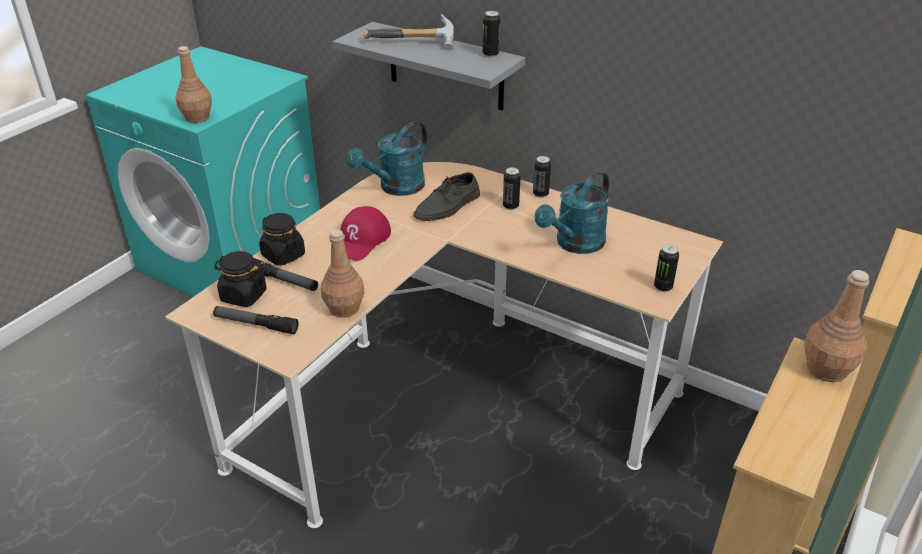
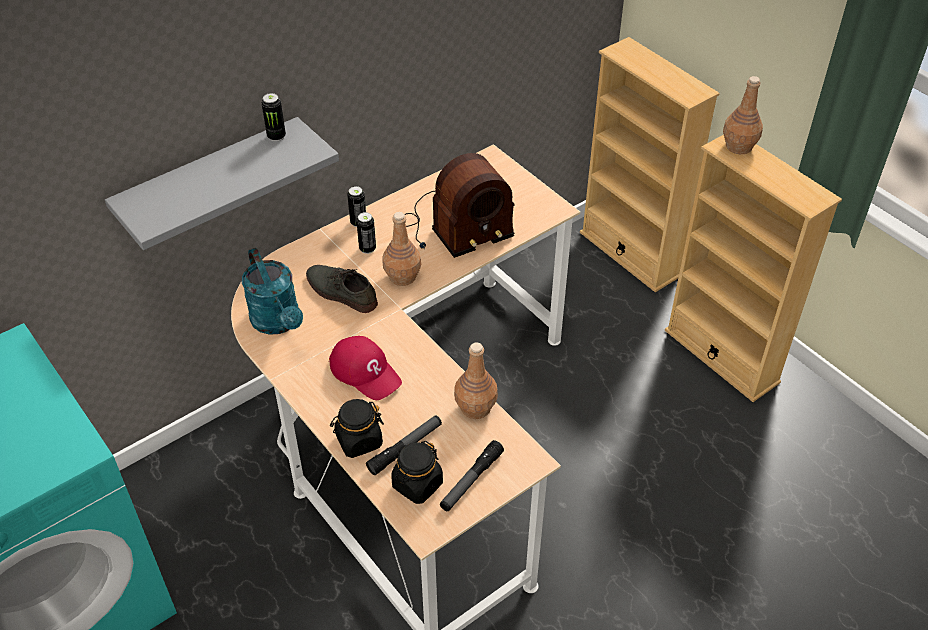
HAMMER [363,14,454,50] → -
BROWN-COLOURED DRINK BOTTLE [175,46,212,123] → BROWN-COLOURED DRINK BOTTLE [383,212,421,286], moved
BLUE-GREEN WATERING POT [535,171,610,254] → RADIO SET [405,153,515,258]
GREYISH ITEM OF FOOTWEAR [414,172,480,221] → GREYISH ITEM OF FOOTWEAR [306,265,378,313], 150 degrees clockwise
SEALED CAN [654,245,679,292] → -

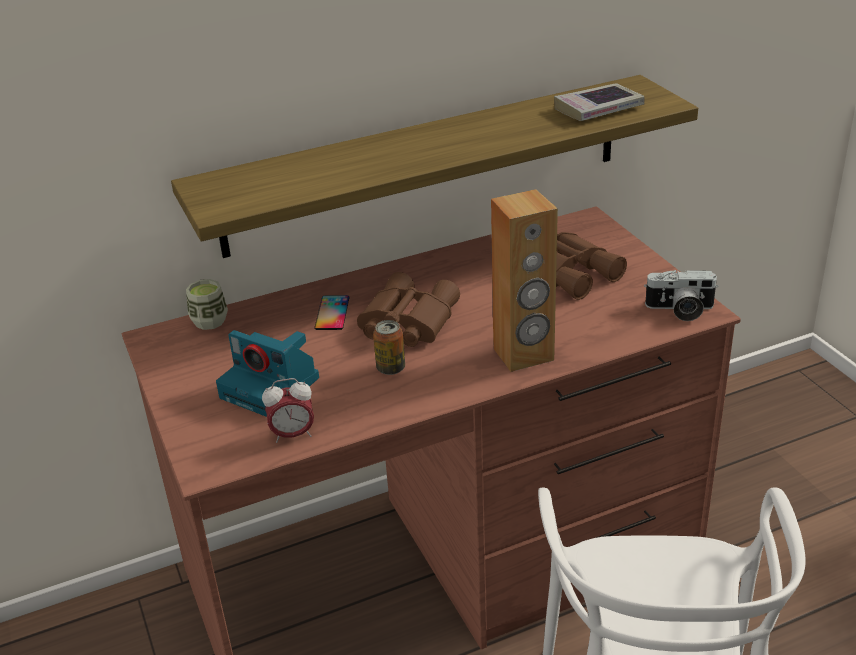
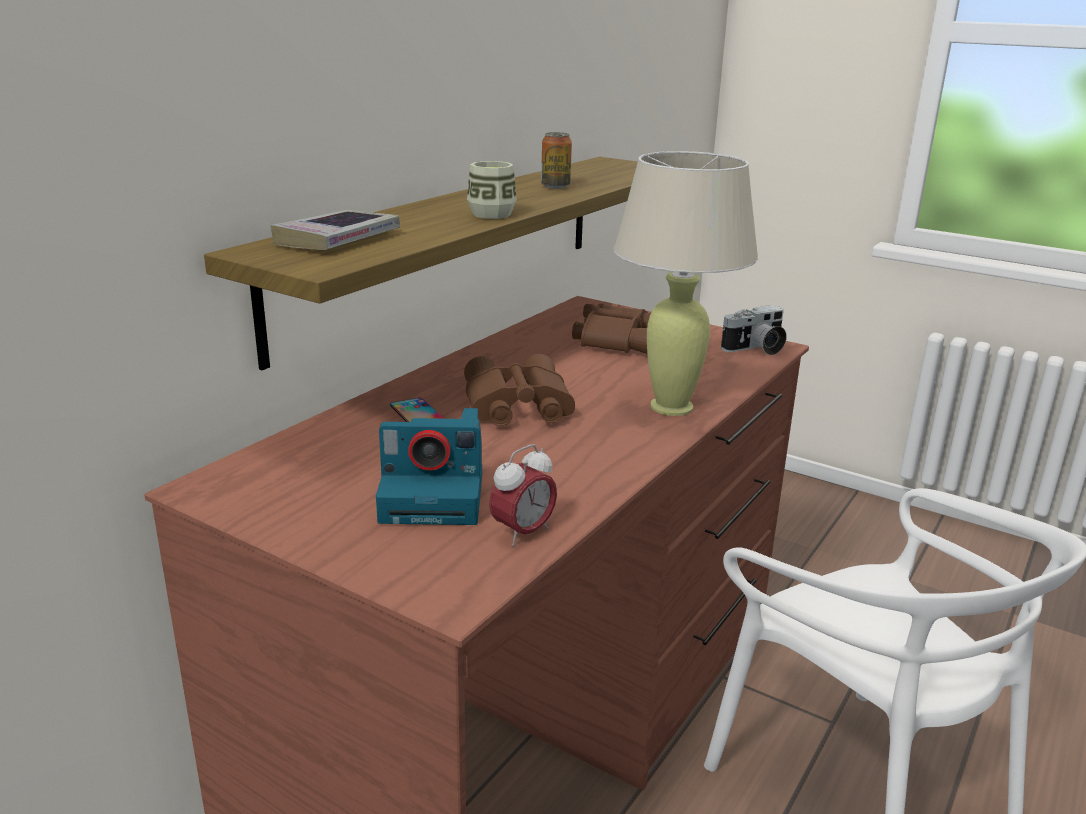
BOUND BOOK [554,83,645,121] → BOUND BOOK [271,210,400,250], moved
BROWN-COLOURED SPEAKER [491,189,558,372] → BEIGE-COLOURED TABLETOP LAMP [613,151,758,416]
CUP [186,279,228,330] → CUP [467,161,517,219], moved
SEALED CAN [373,320,405,375] → SEALED CAN [541,132,572,189], moved

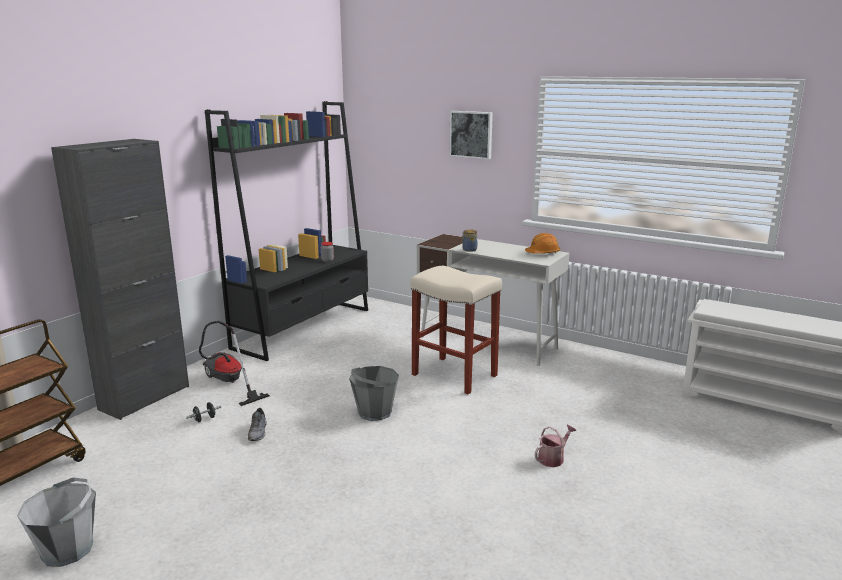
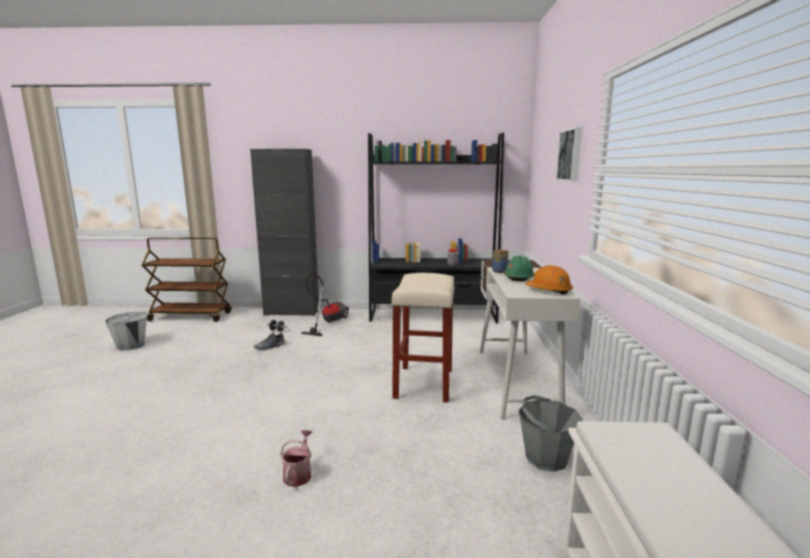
GREYISH PAIL [349,366,399,421] → GREYISH PAIL [519,395,583,472], moved
WATERING POT [535,424,576,467] → WATERING POT [280,430,312,487], 105 degrees counterclockwise
- → GREEN HARD HAT [504,255,535,282]

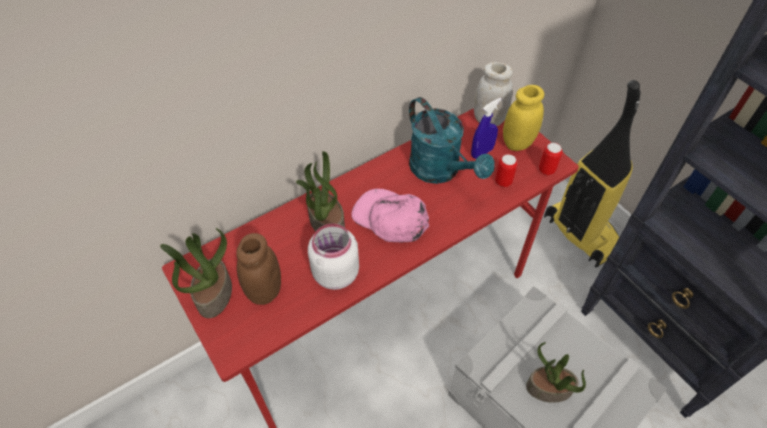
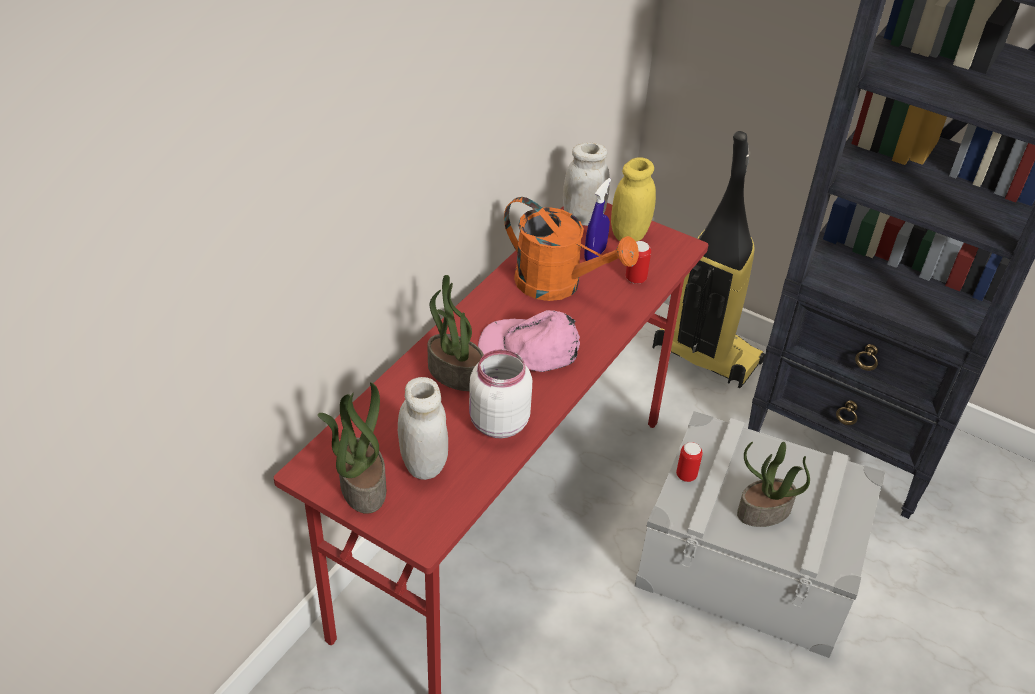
BLUE-GREEN WATERING POT [409,97,495,184] → ORANGE-COLOURED WATERING POT [504,197,639,301]
SEALED CAN [539,143,563,175] → SEALED CAN [676,442,703,482], moved
BROWN-COLOURED PRESERVE JAR [237,233,281,305] → WHITE PRESERVE JAR [398,377,448,480]

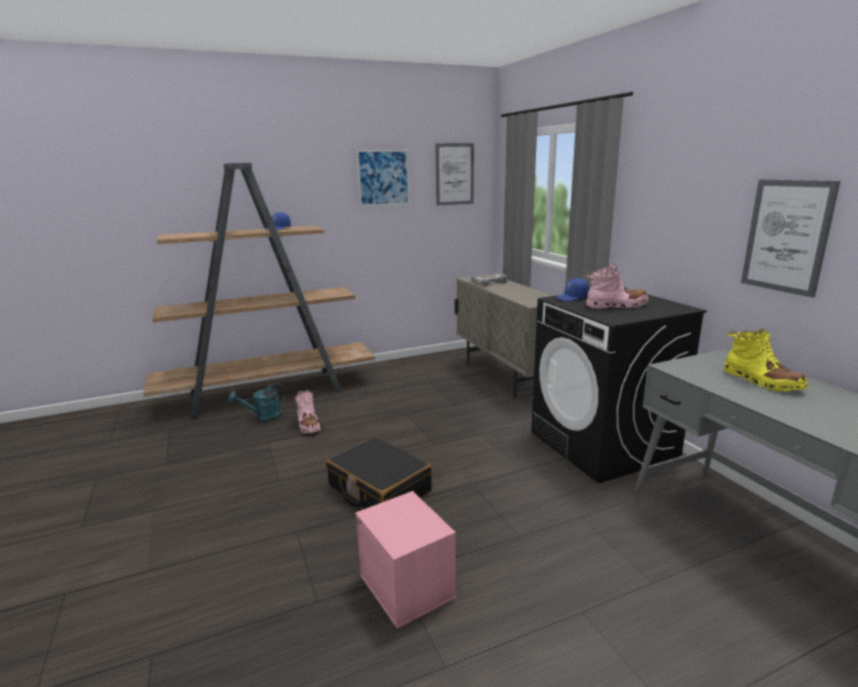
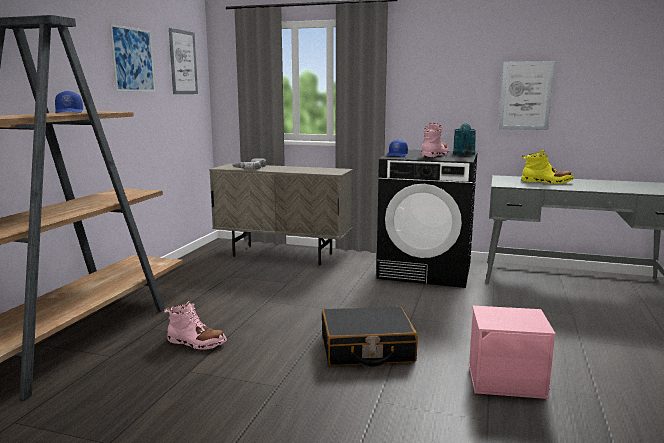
BLUE-GREEN WATERING POT [229,383,286,422] → BLUE-GREEN WATERING POT [453,122,476,155], moved

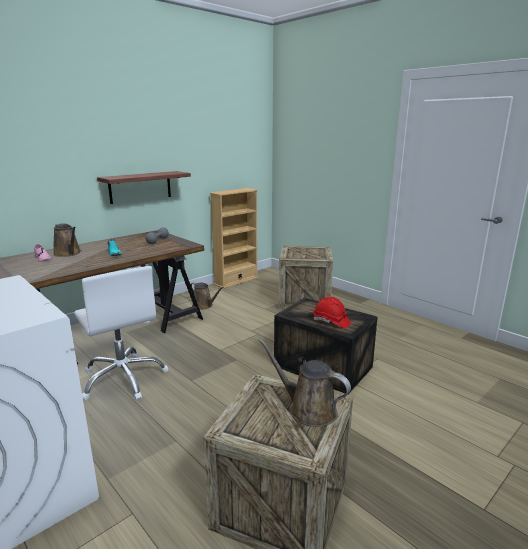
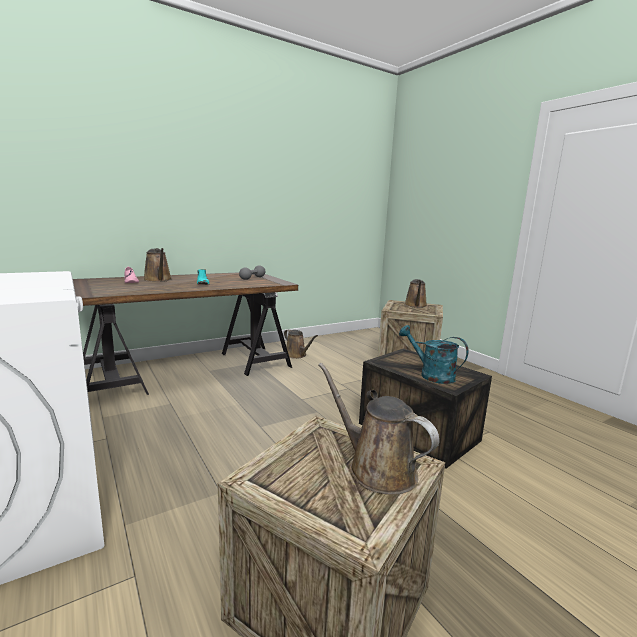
WALL SHELF [97,171,191,204] → -
BEIGE-COLOURED BOOKCASE [210,188,258,289] → -
WHITE DESK CHAIR [74,266,168,400] → -
RED HARD HAT [313,297,351,328] → BLUE-GREEN WATERING POT [399,325,469,384]
- → BROWN-COLOURED WATERING POT [404,279,427,308]

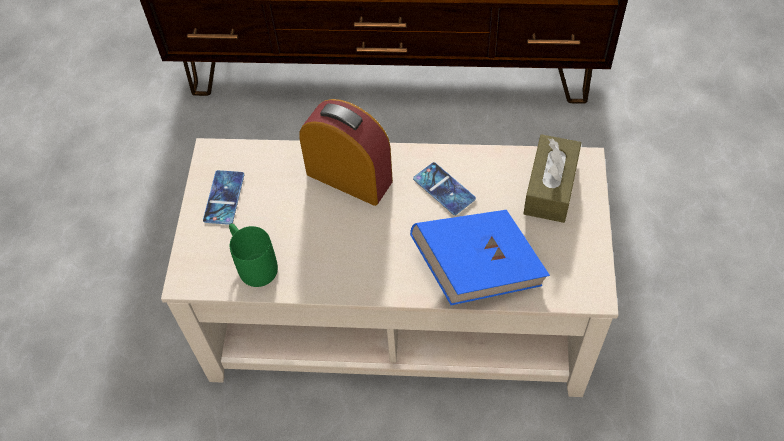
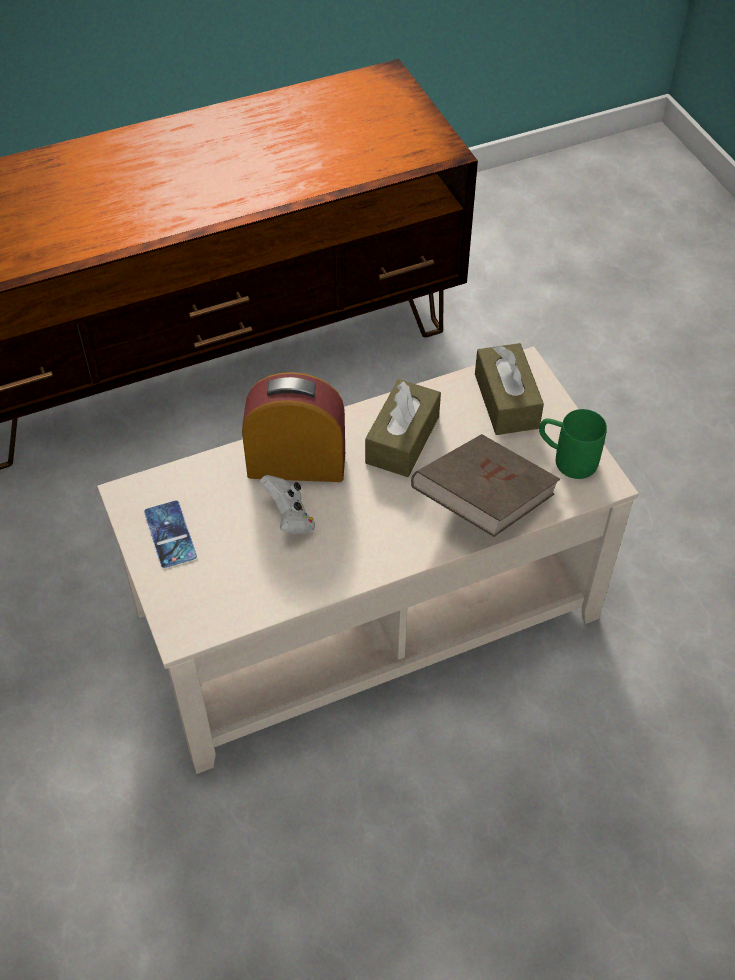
PHONE [413,162,476,215] → BROWN-COLOURED BOX OF TISSUES [365,379,441,477]
BLUISH BOUND BOOK [410,210,550,305] → BROWN-COLOURED BOUND BOOK [411,434,560,537]
GREEN TEA MUG [229,223,278,287] → GREEN TEA MUG [539,409,607,479], moved
- → WHITE JOYPAD [260,475,315,534]

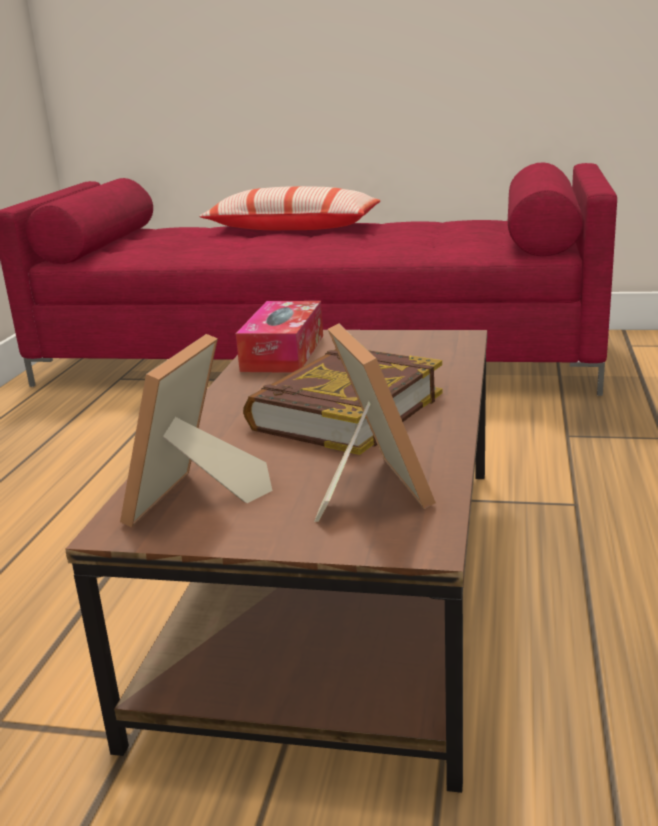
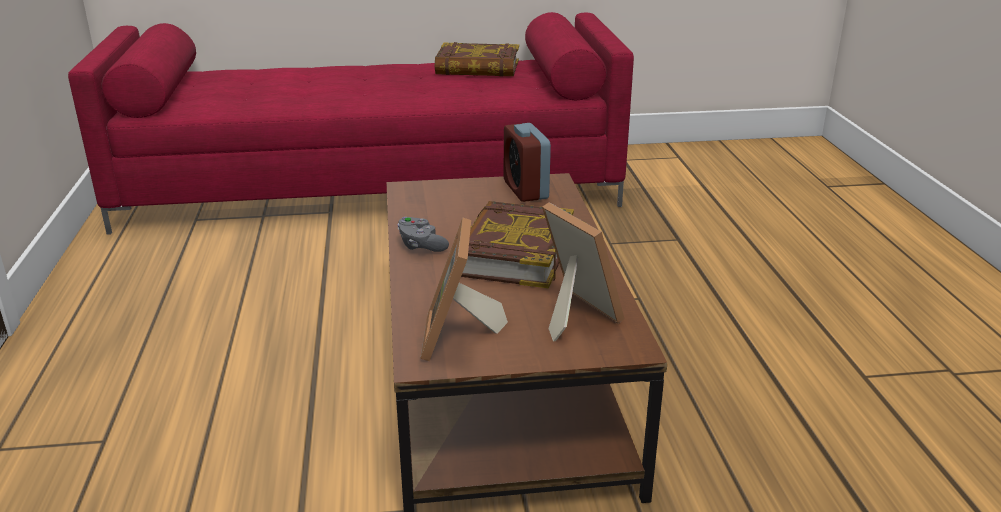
CUSHION [199,186,381,230] → -
BOX OF TISSUES [236,301,323,373] → -
- → BOUND BOOK [435,42,519,76]
- → ALARM CLOCK [504,123,551,202]
- → GREYISH JOYPAD [397,217,449,252]

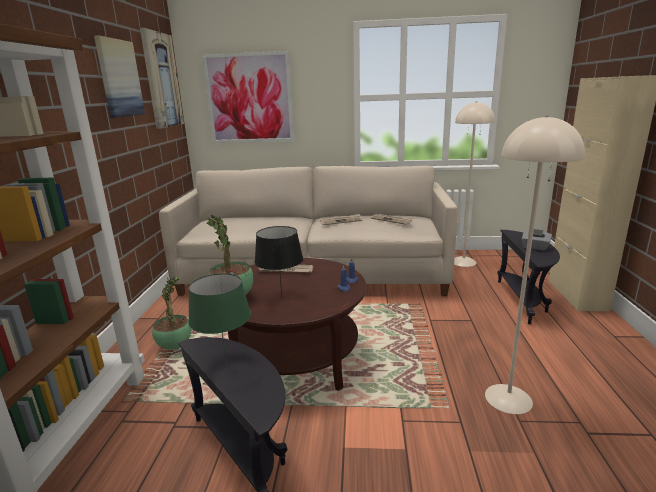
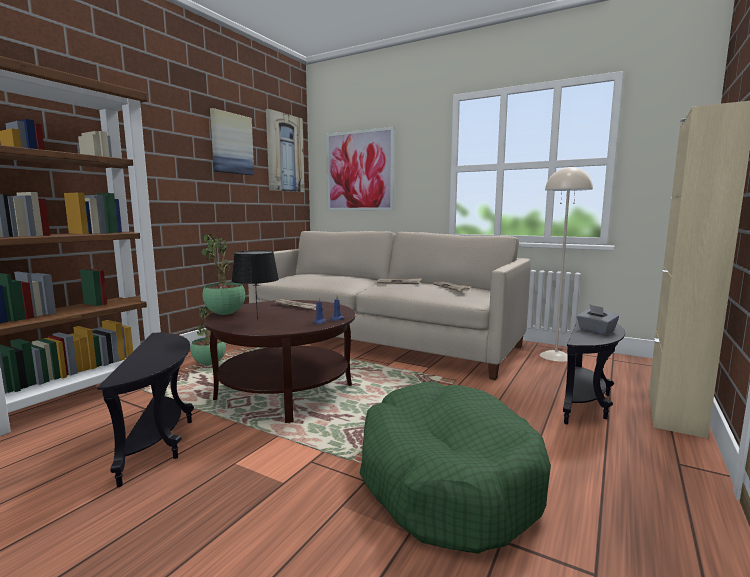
BEIGE-COLOURED FLOOR LAMP [485,115,585,414] → GREEN DOG BED [360,382,551,554]
GREEN TABLETOP LAMP [188,273,251,364] → -

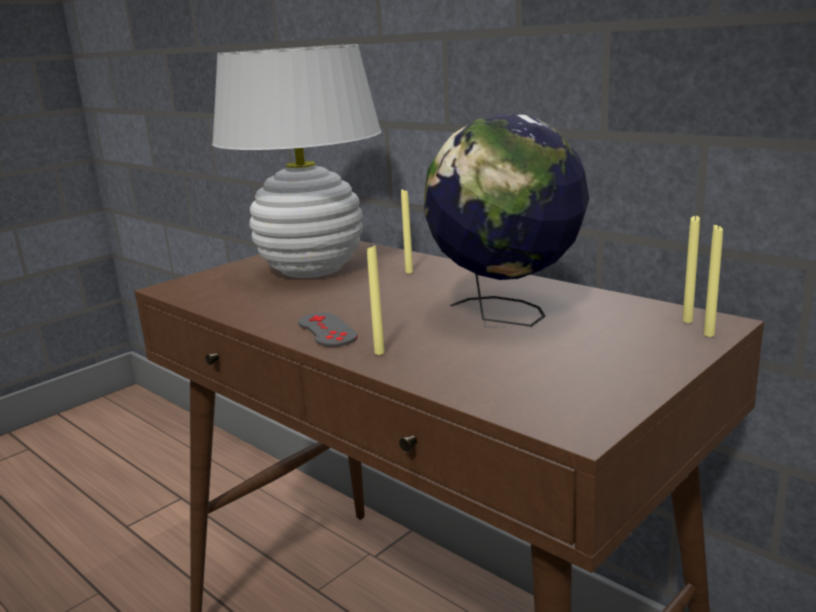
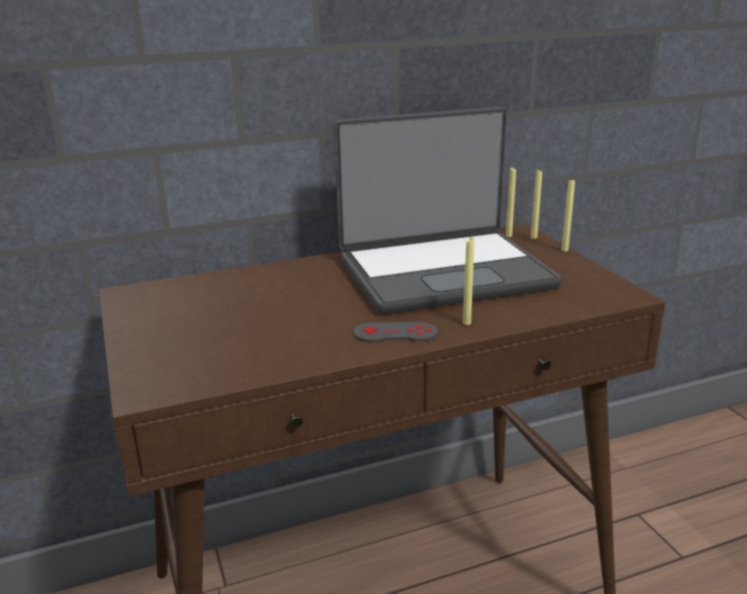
WHITE TABLETOP LAMP [212,44,381,278] → -
DESK GLOBE [424,114,589,327] → NOTEBOOK COMPUTER [334,107,562,315]
YELLOW CANDLE [401,188,413,273] → YELLOW CANDLE [561,180,575,252], moved

